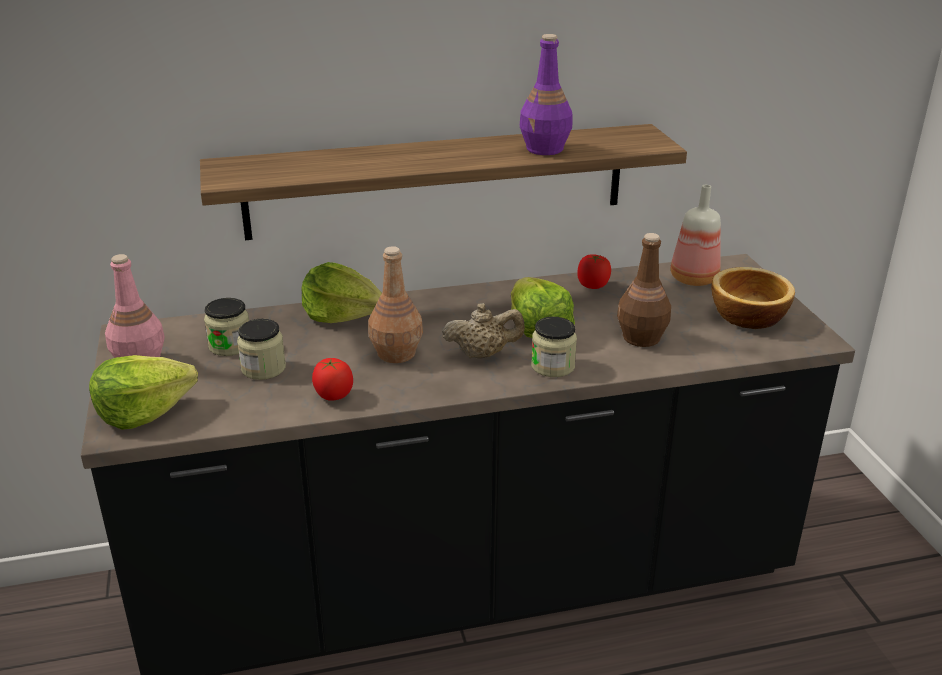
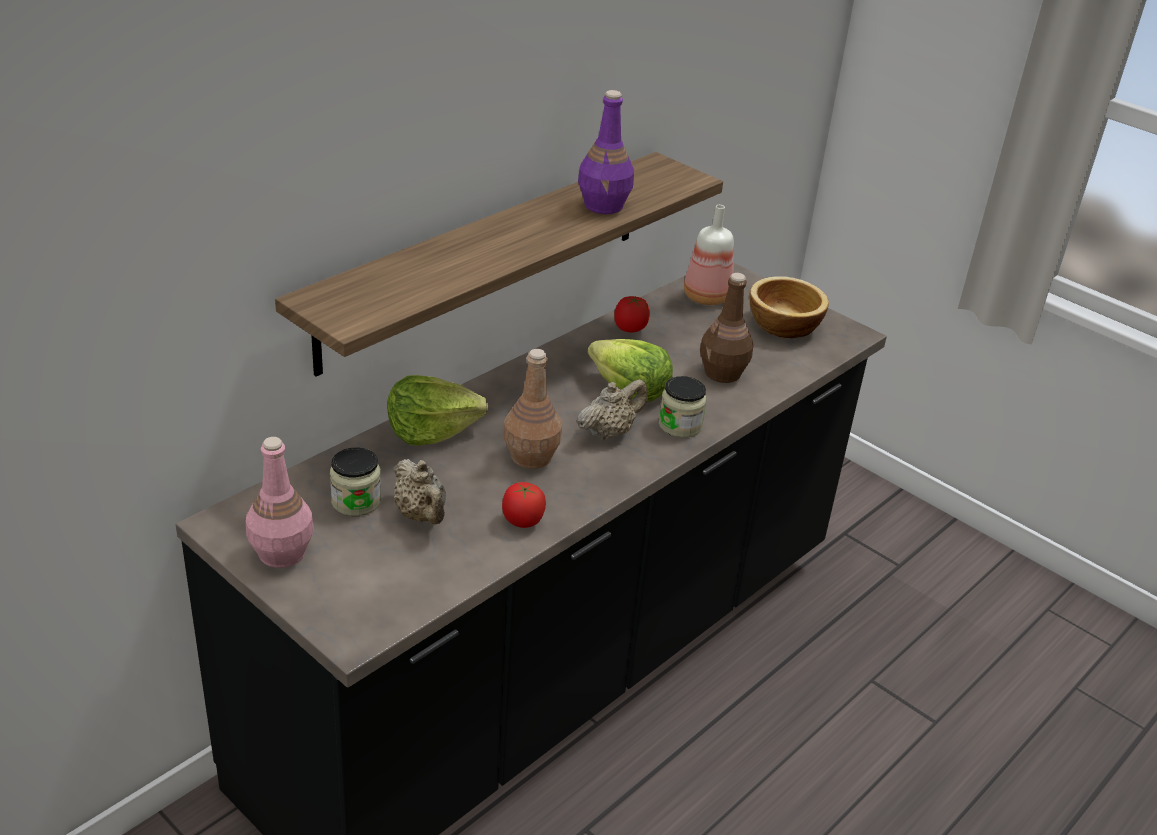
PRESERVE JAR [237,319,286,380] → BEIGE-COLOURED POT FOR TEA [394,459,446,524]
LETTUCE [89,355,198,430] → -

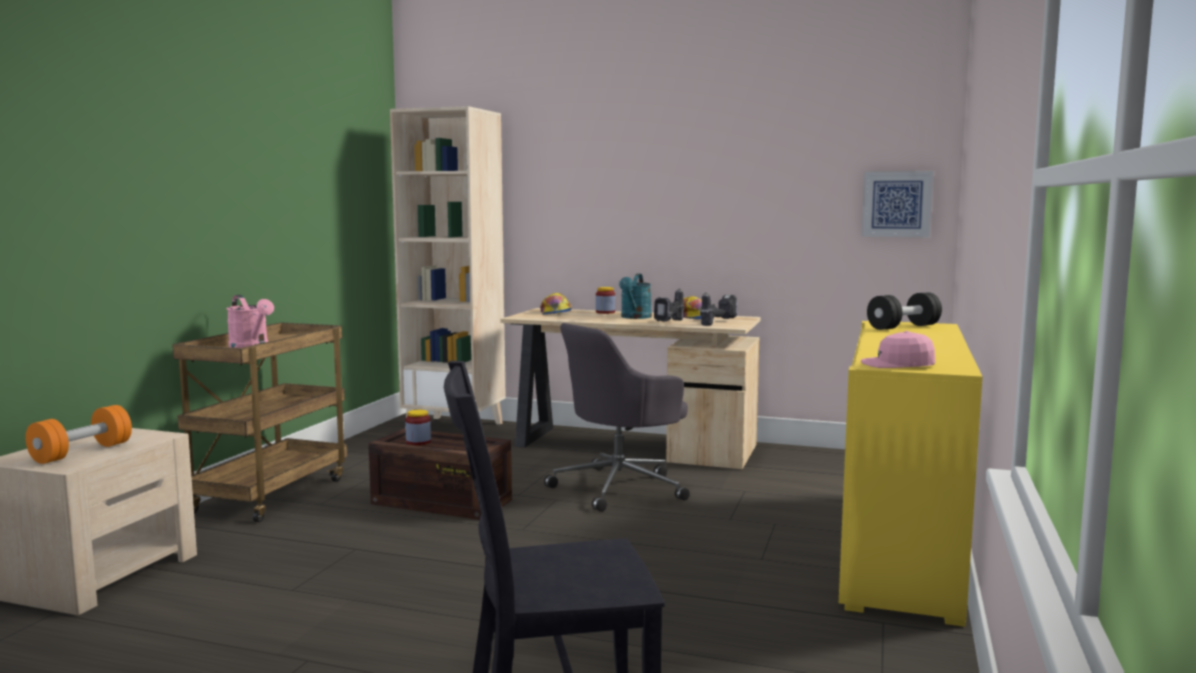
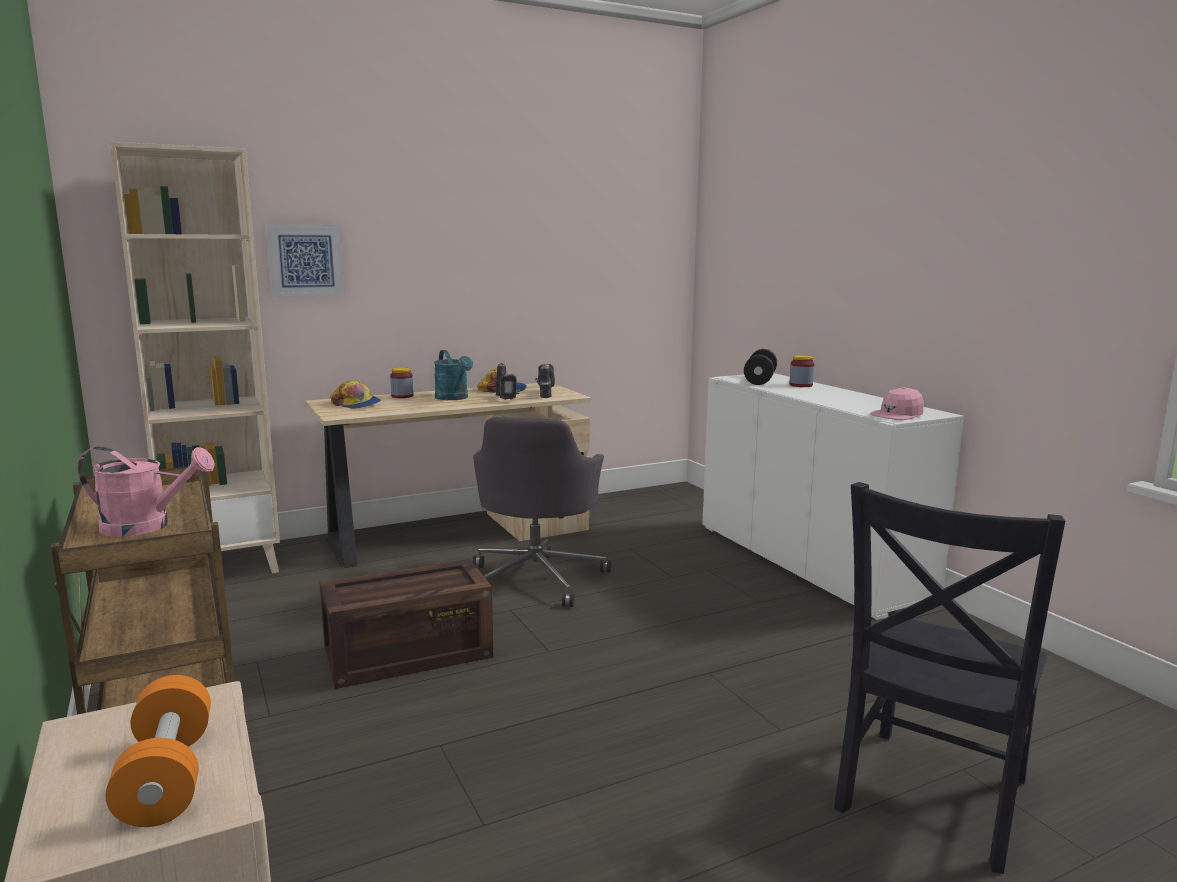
WALL PICTURE [862,171,933,237] → WALL PICTURE [266,224,345,297], moved
YELLOW CABINET [839,320,983,627] → WHITE CABINET [702,373,964,620]
PRESERVE JAR [405,410,431,445] → PRESERVE JAR [789,355,814,387], moved

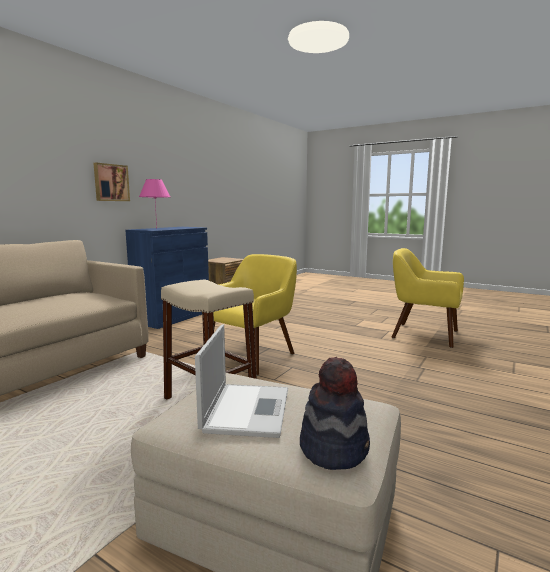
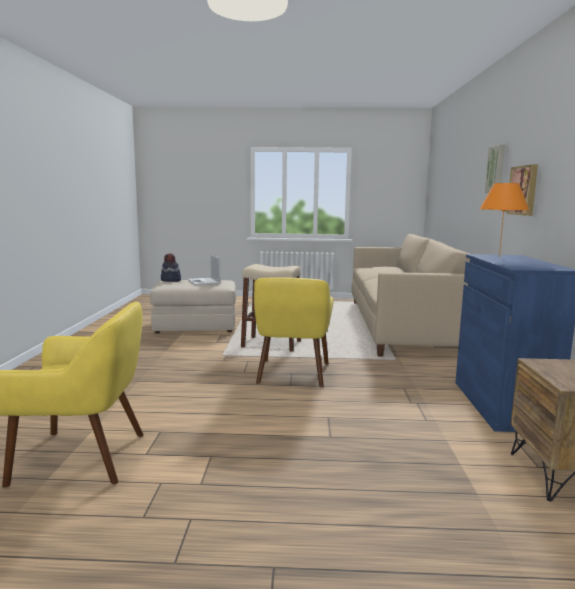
PINK TABLETOP LAMP [139,179,170,227] → ORANGE-COLOURED TABLETOP LAMP [480,183,529,258]
- → WALL PICTURE [485,145,505,193]

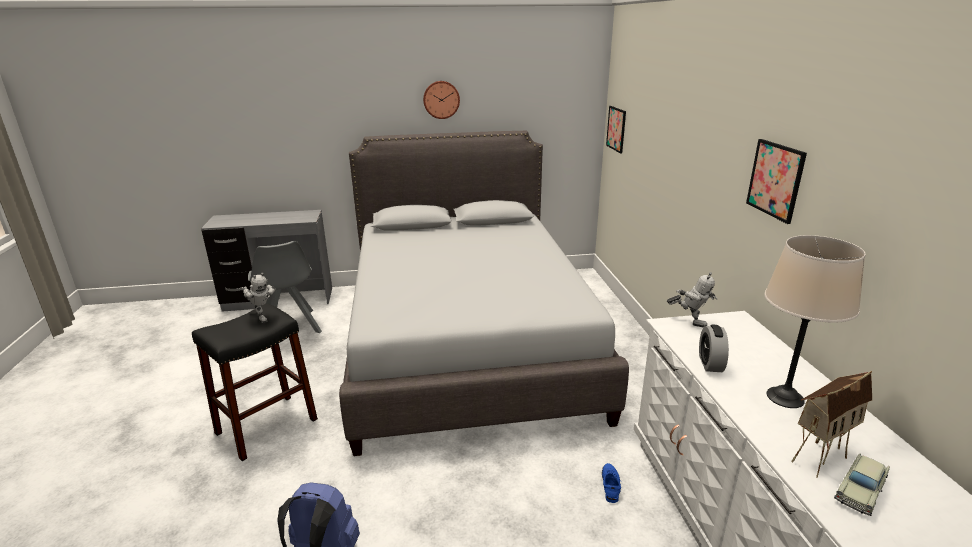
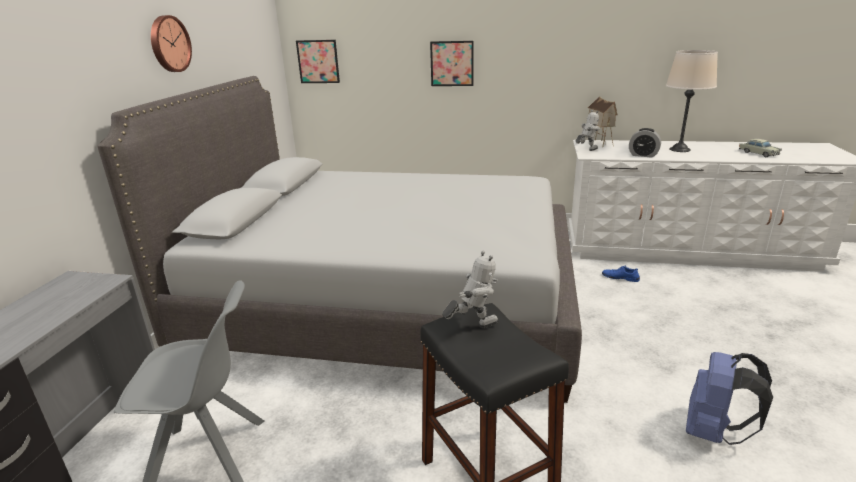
WALL PICTURE [746,139,807,224] → WALL PICTURE [430,41,474,86], moved
TOY HOUSE [791,371,872,478] → TOY HOUSE [588,96,617,147], moved

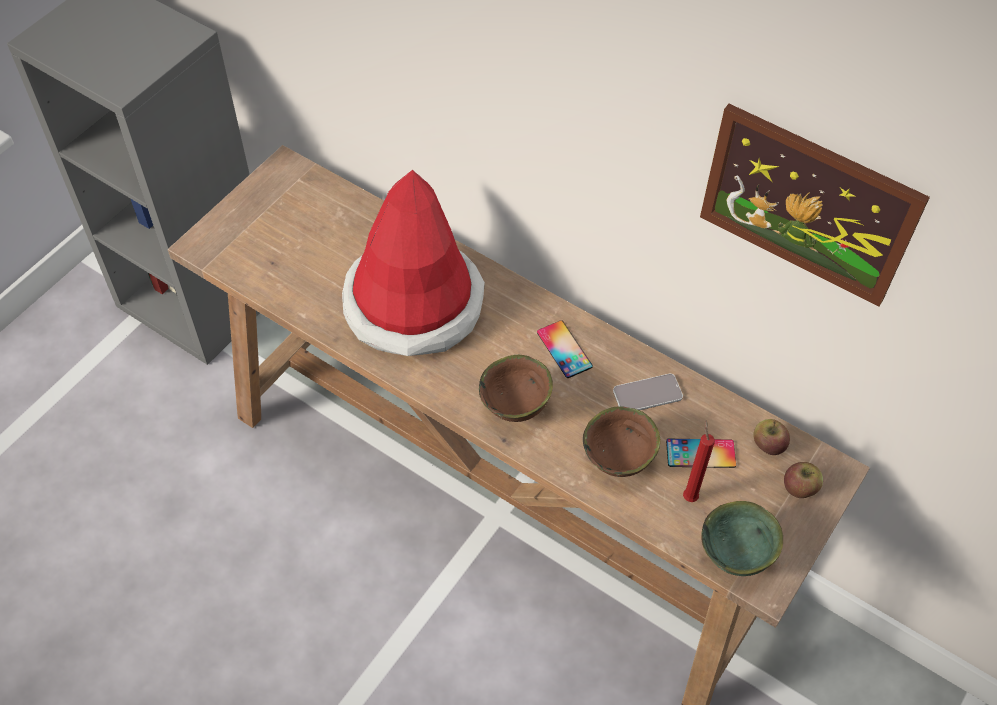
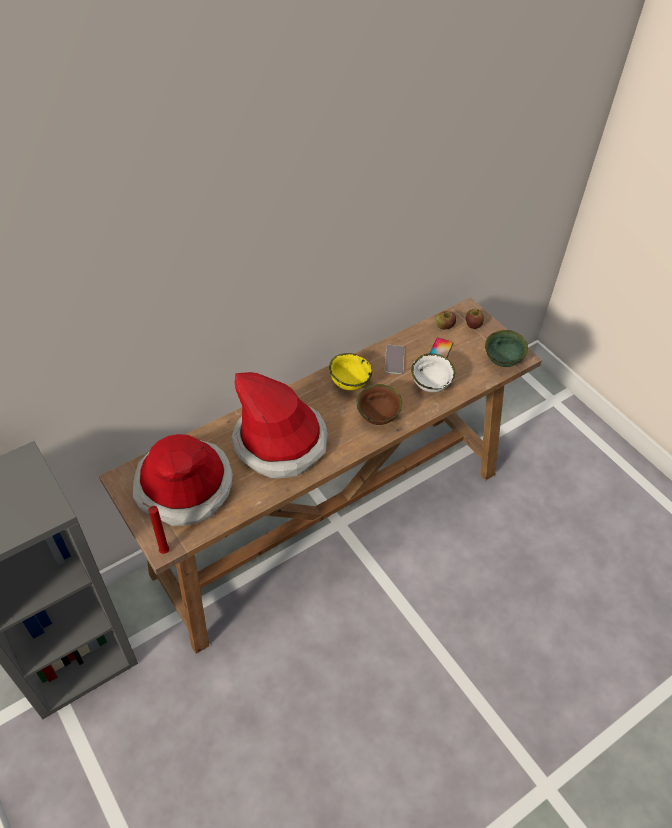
WALL PICTURE [700,104,930,307] → -
PHONE [537,320,593,378] → YELLOW SERVING BOWL [329,353,372,391]
BROWN-COLOURED SERVING BOWL [583,406,660,477] → WHITE SERVING BOWL [411,353,455,392]
RED CANDLE [683,420,715,502] → RED CANDLE [143,503,170,554], moved
- → HAT [133,434,233,526]

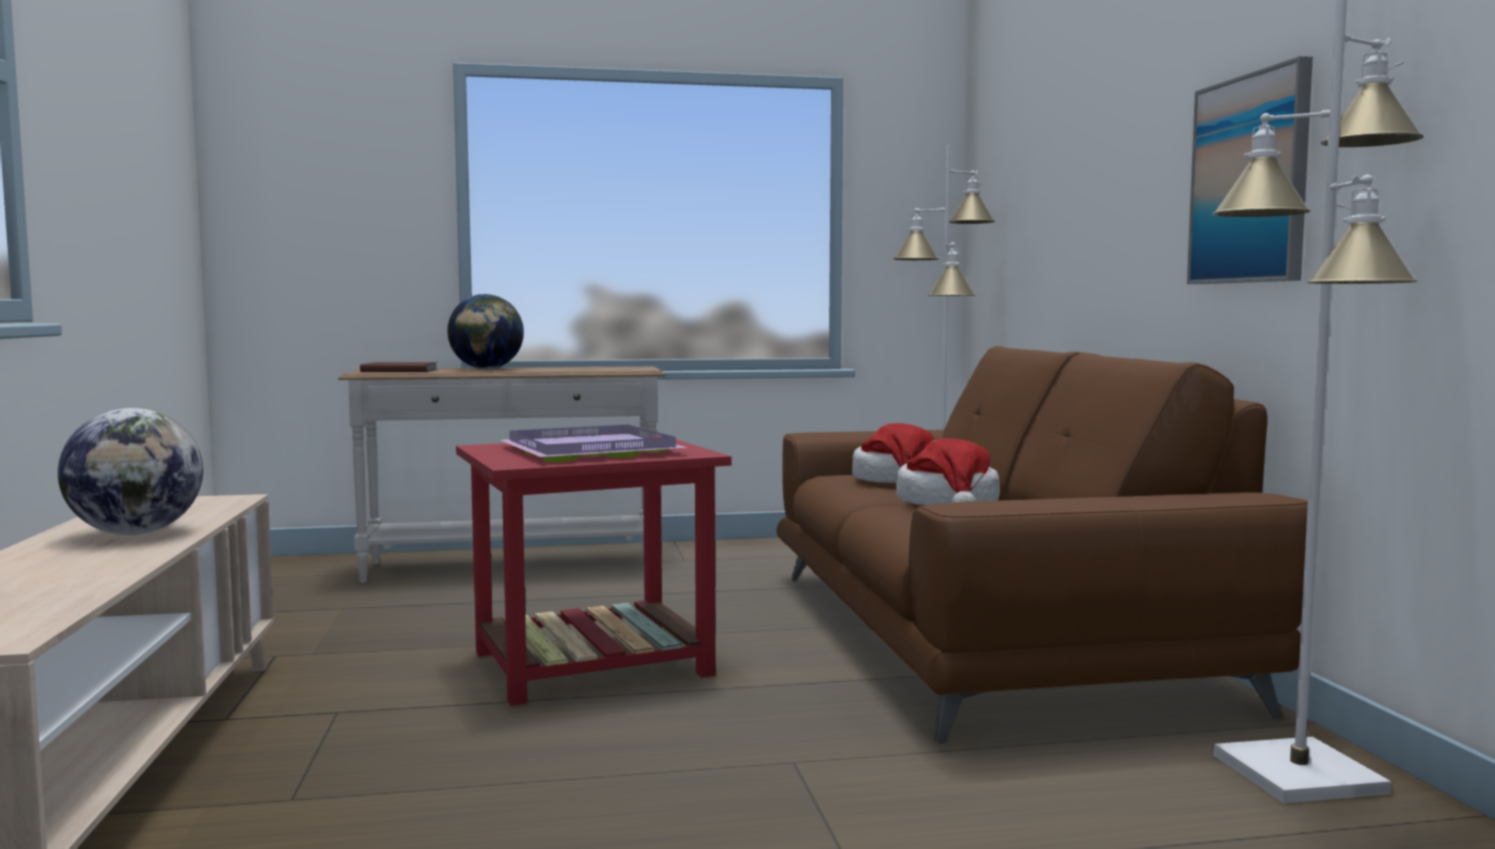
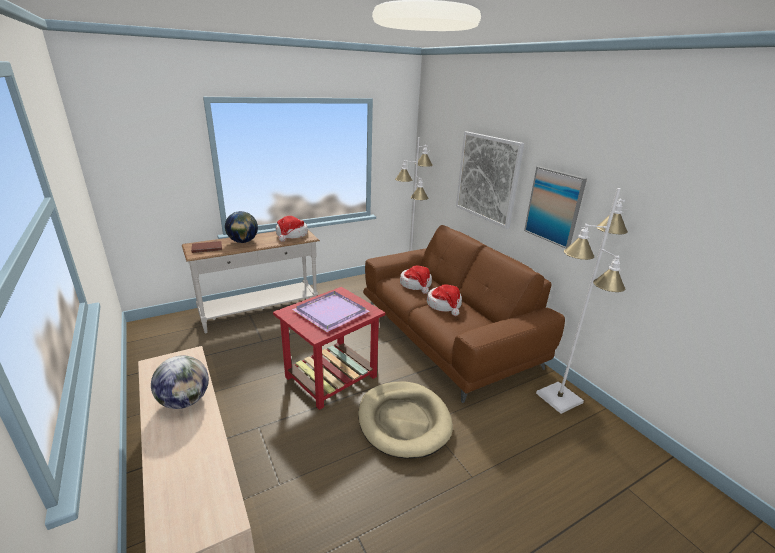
- → WALL PICTURE [456,132,524,229]
- → HAT [276,216,308,242]
- → BEIGE-COLOURED DOG BED [358,382,453,459]

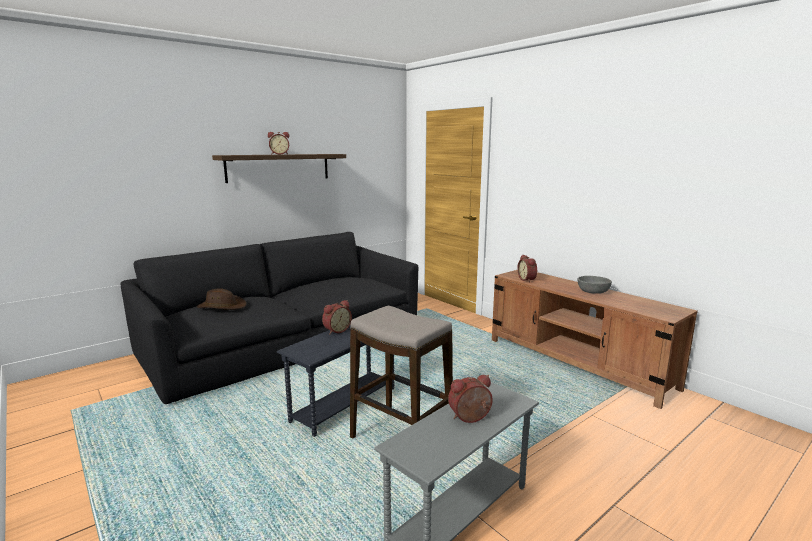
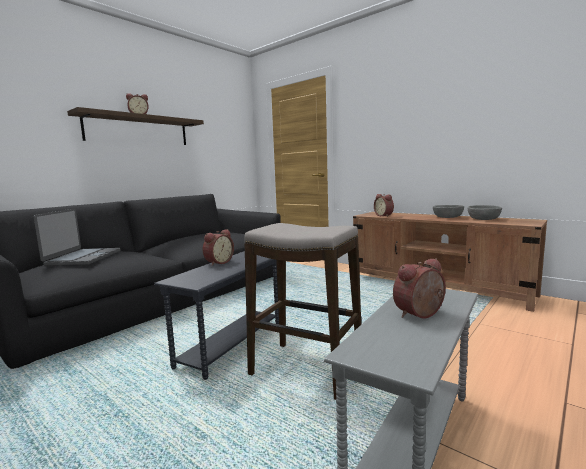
BROWN-COLOURED HAT [197,288,247,310] → NOTEBOOK COMPUTER [34,209,120,266]
- → GREYISH SERVING BOWL [468,205,502,220]

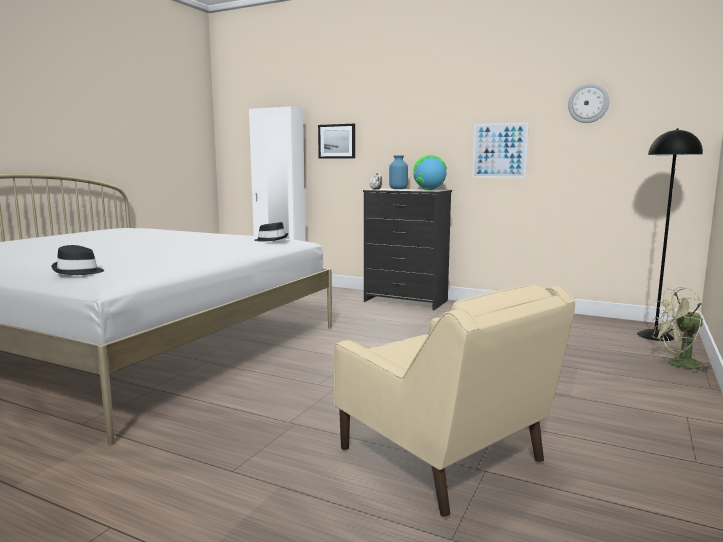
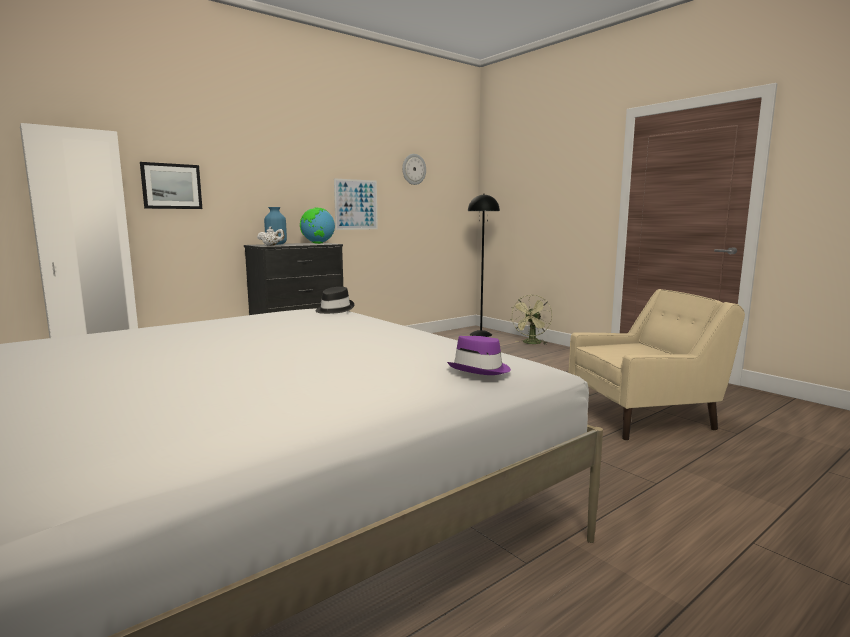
BLACK-COLOURED HAT [51,245,104,275] → PURPLE HAT [447,336,511,375]

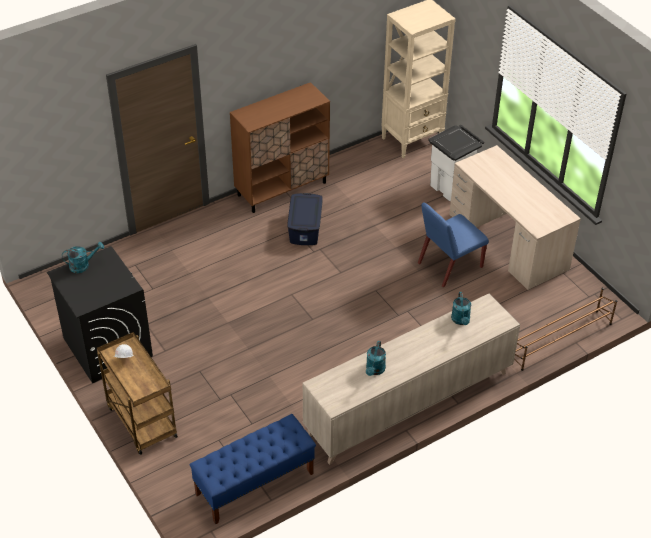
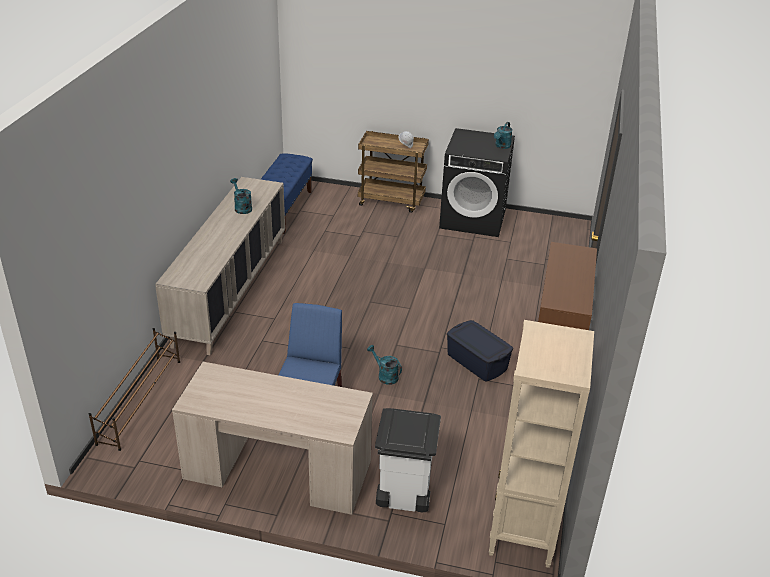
BLUE-GREEN WATERING POT [451,292,471,325] → BLUE-GREEN WATERING POT [367,345,402,385], moved

